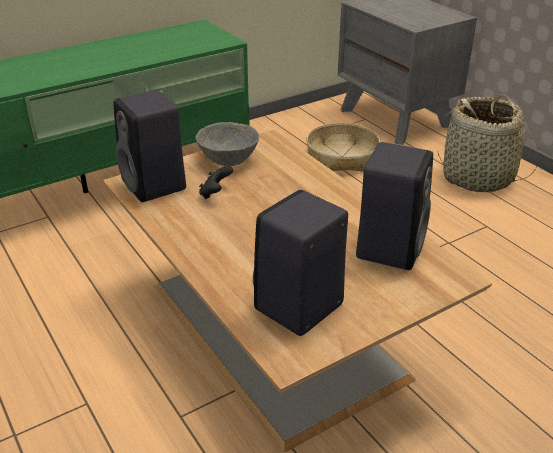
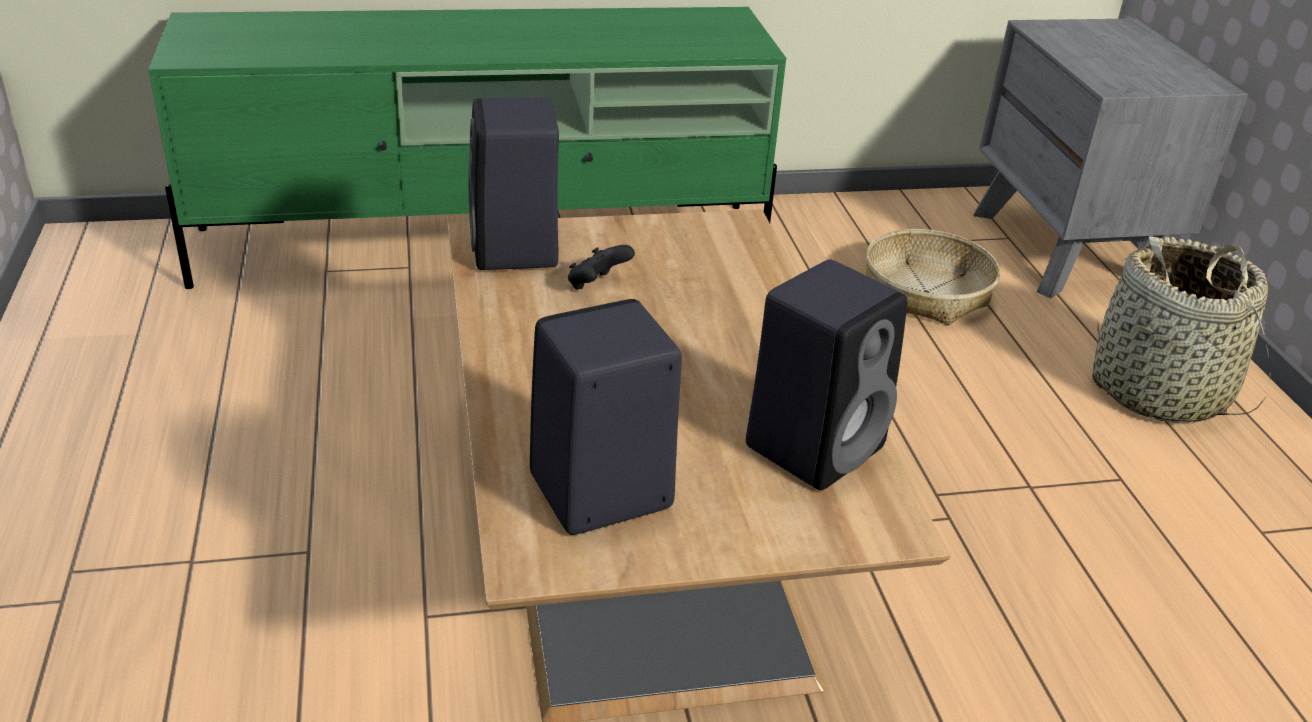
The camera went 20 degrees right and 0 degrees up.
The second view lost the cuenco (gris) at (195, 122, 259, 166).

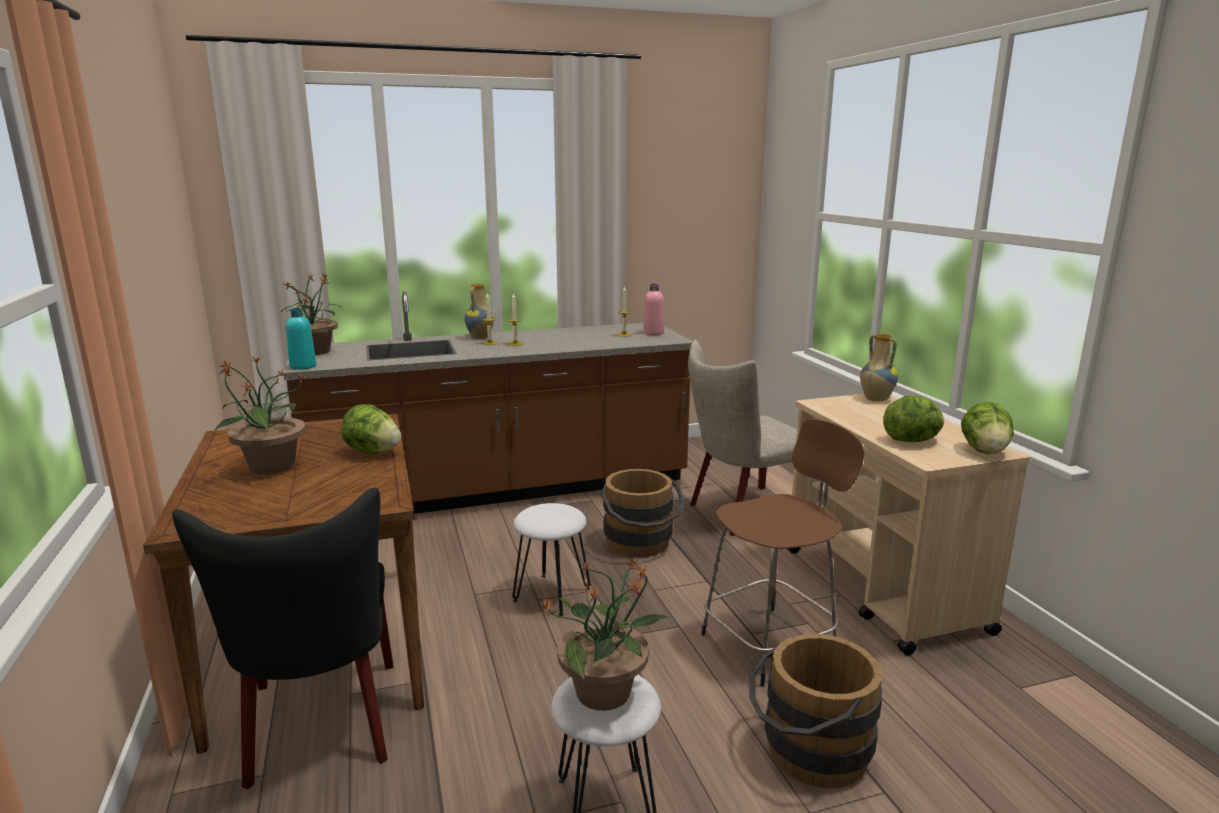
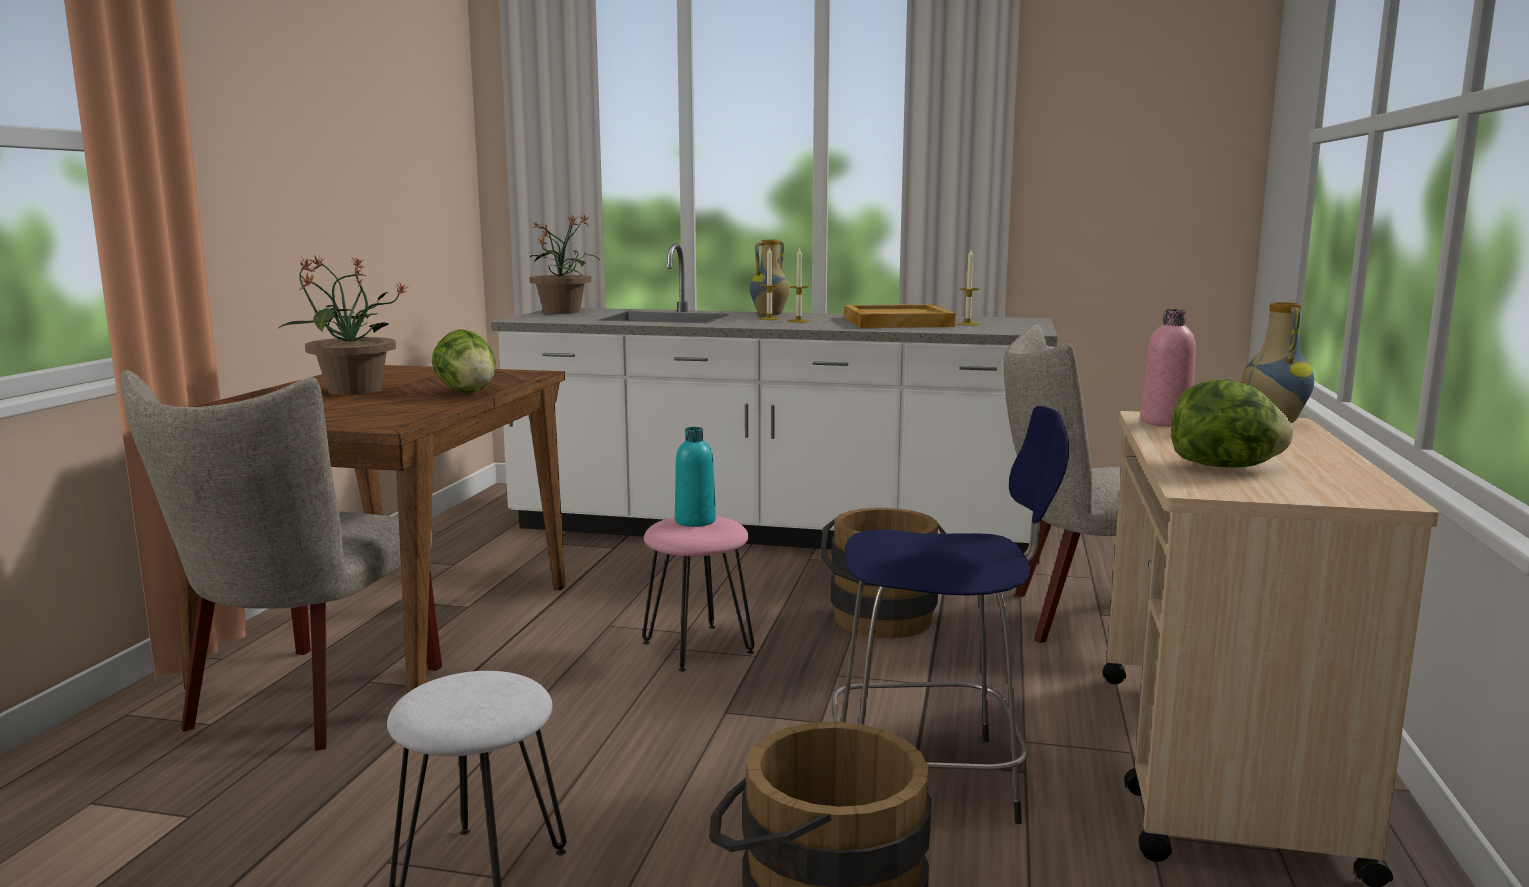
The camera went 30 degrees right and 5 degrees down.
The second view lost the planta en maceta at (539, 557, 669, 711).
The second view lost the lechuga at (961, 402, 1014, 454).
The second view gained the bandeja (beis) at (844, 304, 956, 328).
The botella (turquesa) ended up elsewhere, having gone from (286, 308, 316, 370) to (675, 427, 716, 527).
The botella (rosa) ended up elsewhere, having gone from (643, 284, 664, 335) to (1140, 309, 1196, 427).
What was the silla (negro) at (172, 487, 393, 790) turned into the silla (beis) at (121, 370, 442, 751).
What was the mueble bajo de cocina (marrón) at (283, 291, 692, 514) turned into the mueble bajo de cocina (blanco) at (491, 243, 1057, 564).
What was the taburete (blanco) at (512, 503, 590, 616) turned into the taburete (rosa) at (642, 516, 754, 672).
What was the taburete (marrón) at (701, 419, 864, 687) turned into the taburete (azul) at (832, 406, 1069, 824).

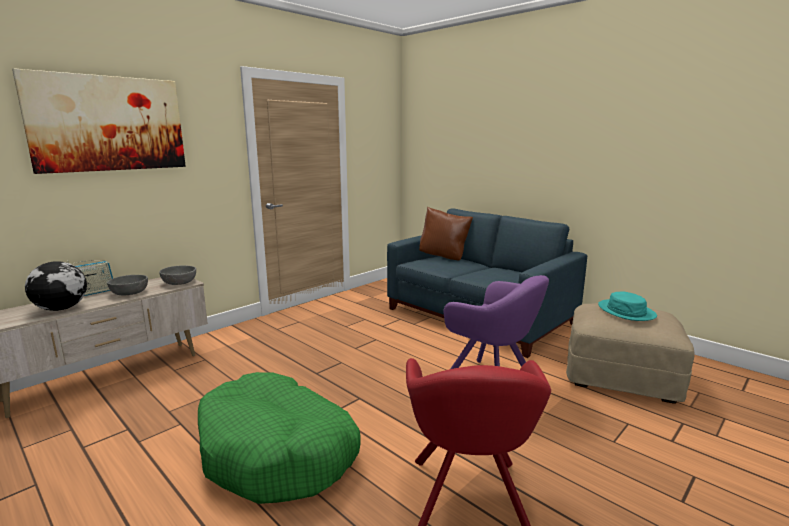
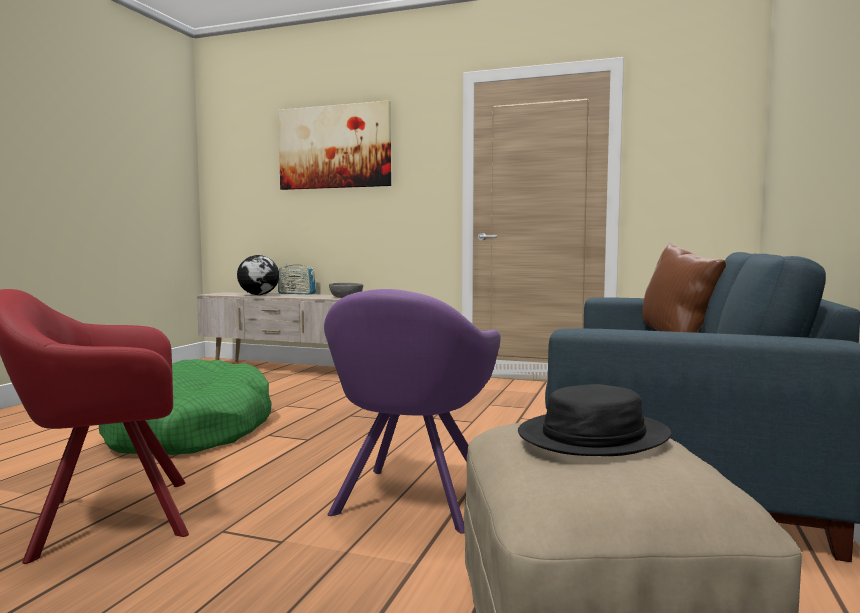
The camera went 65 degrees right and 10 degrees down.
The second view lost the cuenco (gris) at (107, 275, 148, 295).
What was the sombrero (turquesa) at (598, 291, 657, 321) turned into the sombrero (negro) at (518, 384, 671, 456).

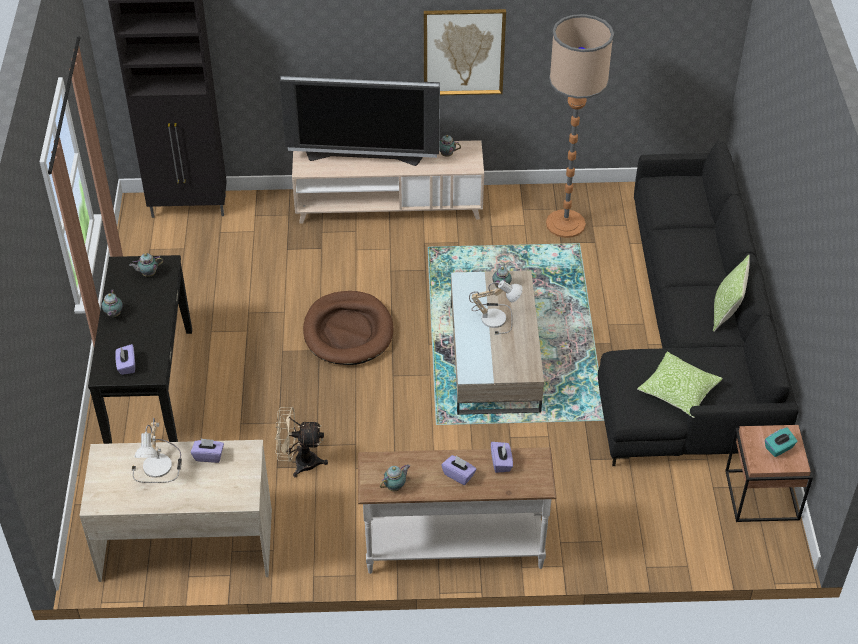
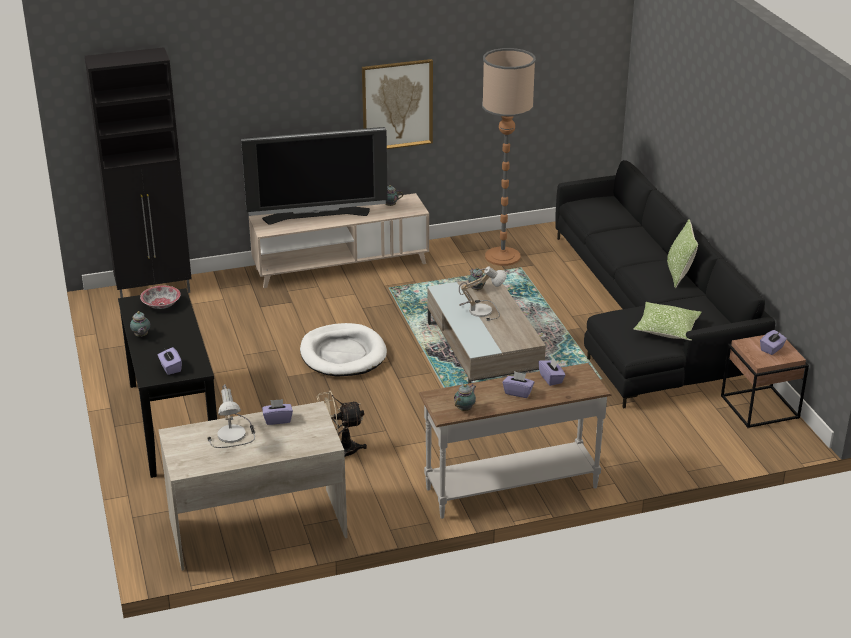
The camera went 15 degrees left and 15 degrees down.
Where the tetera stood at (129, 253, 163, 277), the cuenco came to stand at (140, 286, 181, 309).
What was the cama para perro (marrón) at (303, 291, 394, 365) turned into the cama para perro (blanco) at (300, 323, 387, 377).
What was the caja de pañuelos (turquesa) at (765, 427, 798, 457) turned into the caja de pañuelos (morado) at (760, 330, 787, 355).

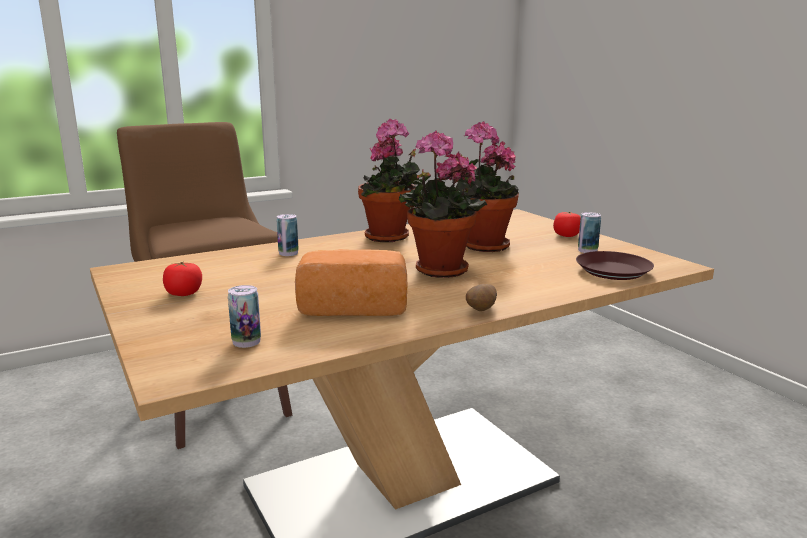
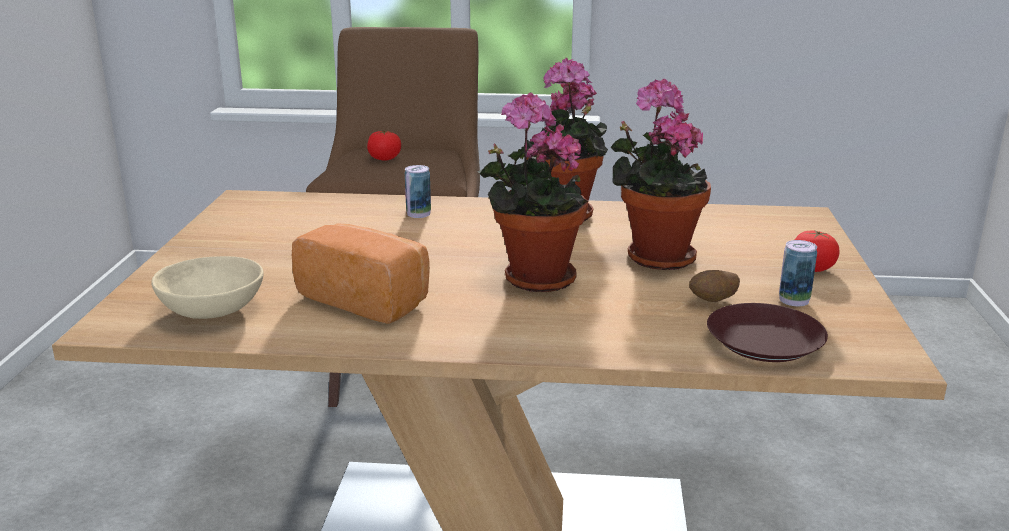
The camera went 35 degrees right and 5 degrees up.
The tomate ended up elsewhere, having gone from (163, 262, 202, 296) to (367, 130, 401, 161).
The patata ended up elsewhere, having gone from (466, 284, 497, 311) to (689, 270, 740, 302).
Where the lata stood at (228, 285, 261, 348), the cuenco (beis) came to stand at (151, 256, 264, 319).

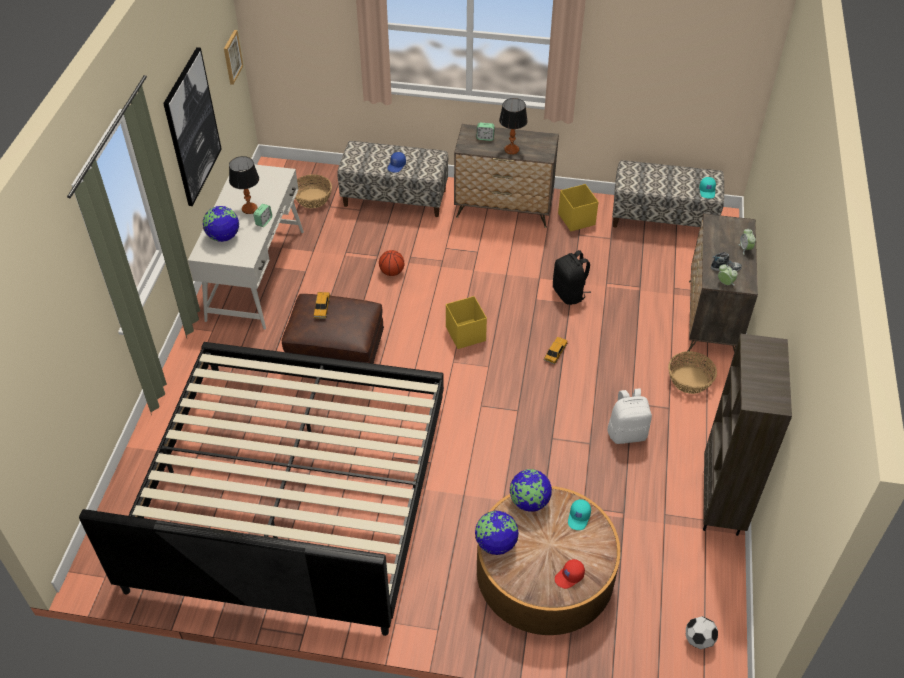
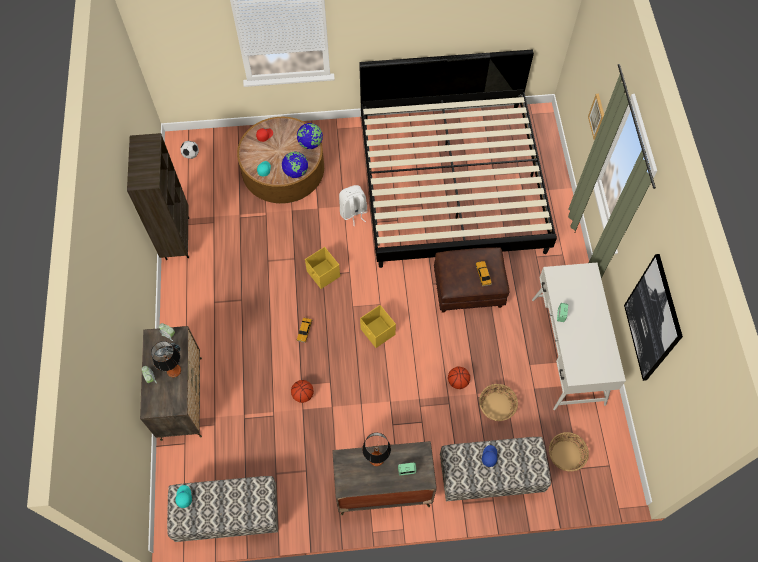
The camera went 165 degrees right and 15 degrees up.
The second view lost the globo terráqueo at (203, 206, 239, 242).
The cuadro ended up elsewhere, having gone from (224, 30, 243, 85) to (588, 94, 604, 140).
The lámpara de mesa ended up elsewhere, having gone from (229, 156, 259, 214) to (151, 341, 181, 377).
The caja de almacenaje (amarillo) ended up elsewhere, having gone from (558, 184, 599, 231) to (305, 247, 340, 289).
The mochila (blanco) ended up elsewhere, having gone from (607, 388, 652, 444) to (339, 185, 368, 226).
The cesta ended up elsewhere, having gone from (668, 351, 717, 394) to (479, 384, 518, 421).
Where the mochila (negro) stood at (553, 250, 591, 305), the balón de baloncesto came to stand at (291, 380, 314, 403).

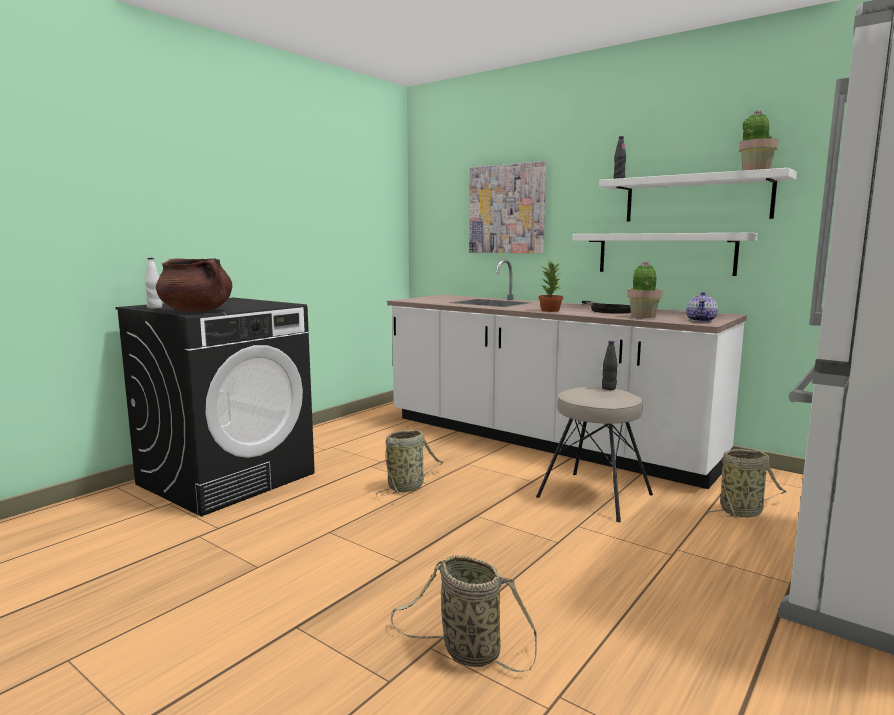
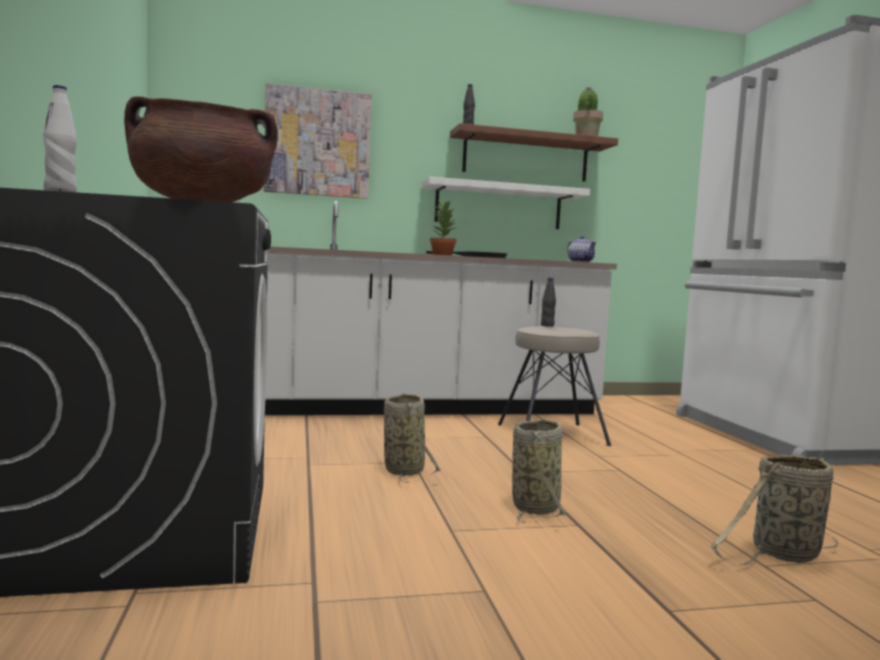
The camera went 50 degrees left and 5 degrees down.
The second view lost the planta en maceta at (627, 261, 662, 318).
The cesta ended up elsewhere, having gone from (707, 449, 786, 518) to (512, 419, 566, 523).
What was the estante (blanco) at (599, 168, 797, 222) turned into the estante (marrón) at (450, 123, 618, 182).

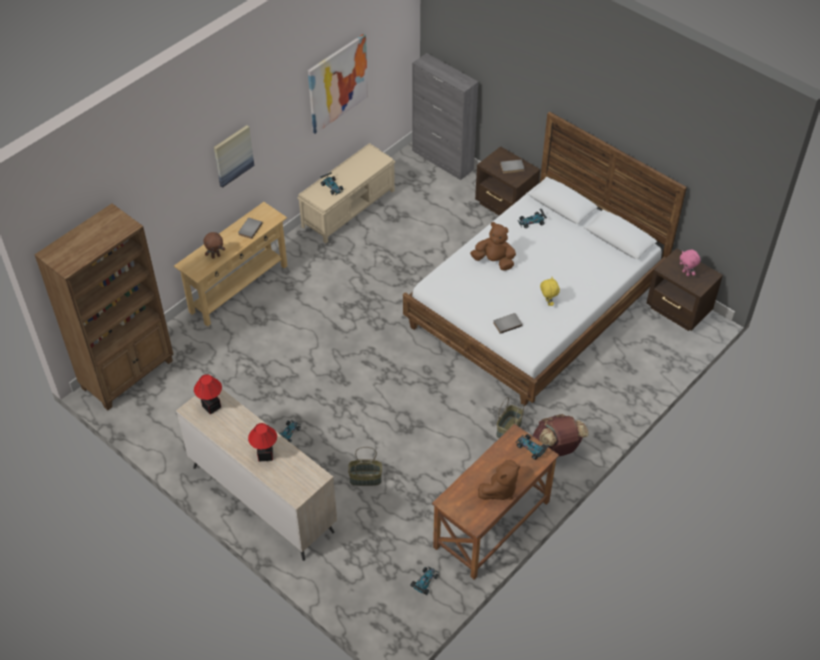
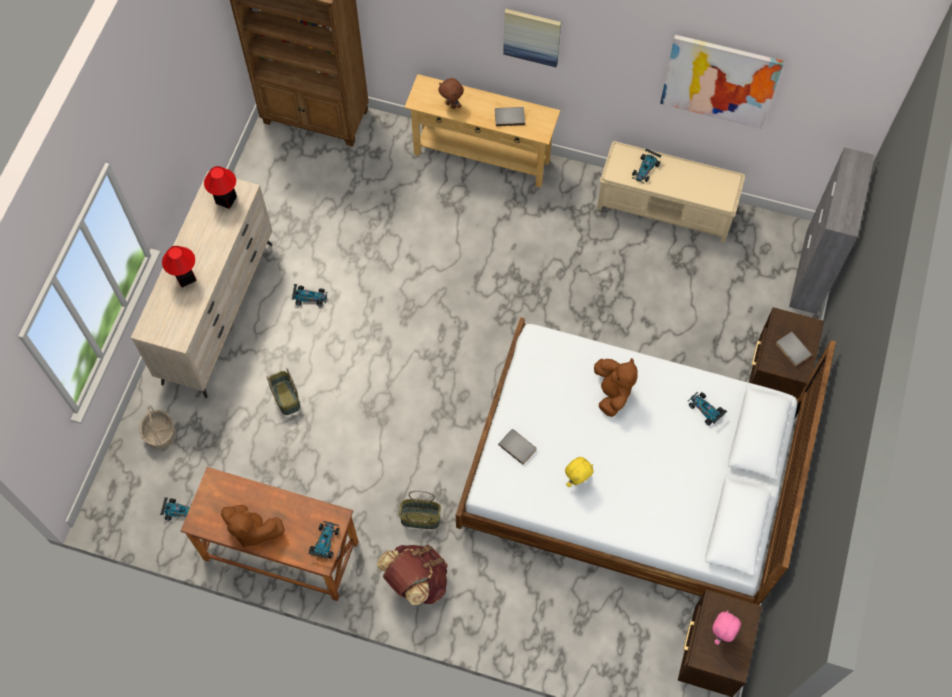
The camera went 65 degrees right and 15 degrees up.
The second view gained the cesta at (140, 406, 175, 450).

